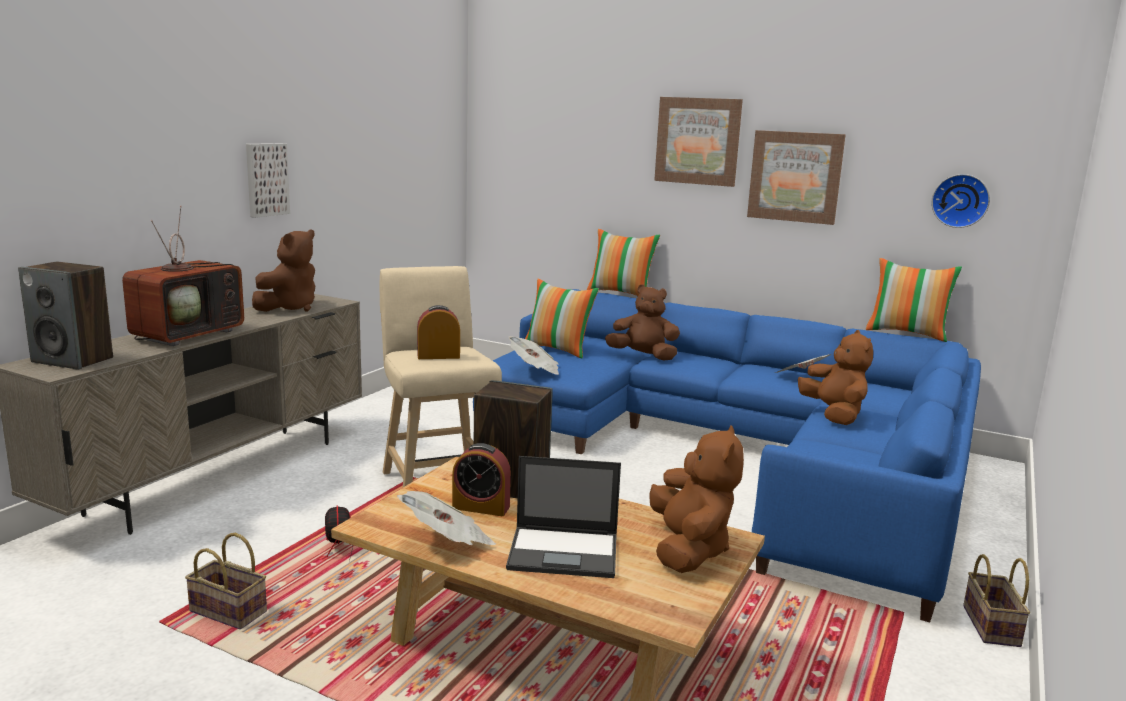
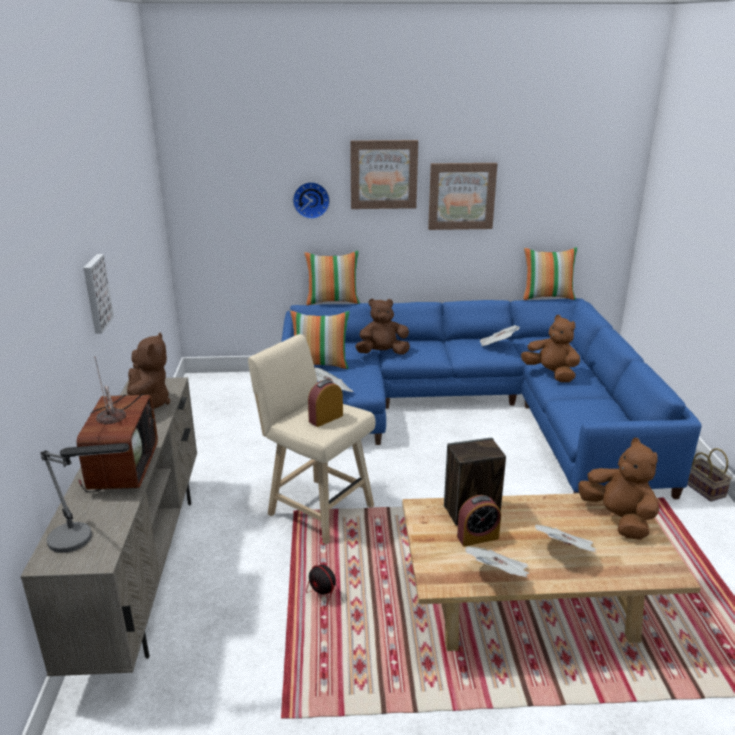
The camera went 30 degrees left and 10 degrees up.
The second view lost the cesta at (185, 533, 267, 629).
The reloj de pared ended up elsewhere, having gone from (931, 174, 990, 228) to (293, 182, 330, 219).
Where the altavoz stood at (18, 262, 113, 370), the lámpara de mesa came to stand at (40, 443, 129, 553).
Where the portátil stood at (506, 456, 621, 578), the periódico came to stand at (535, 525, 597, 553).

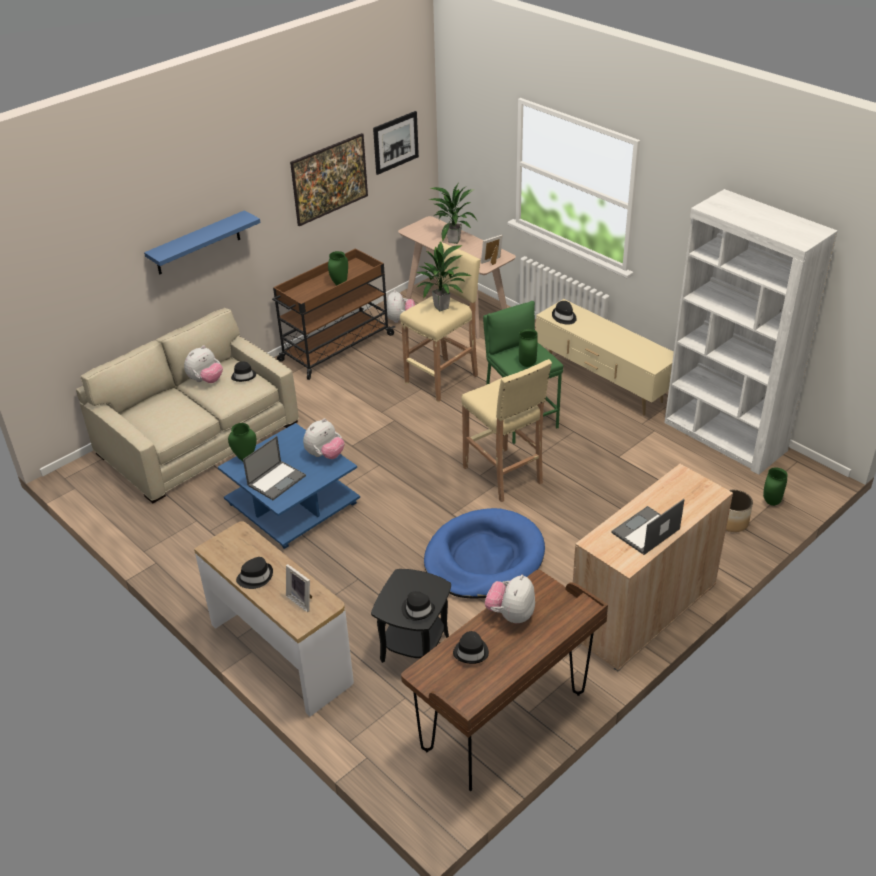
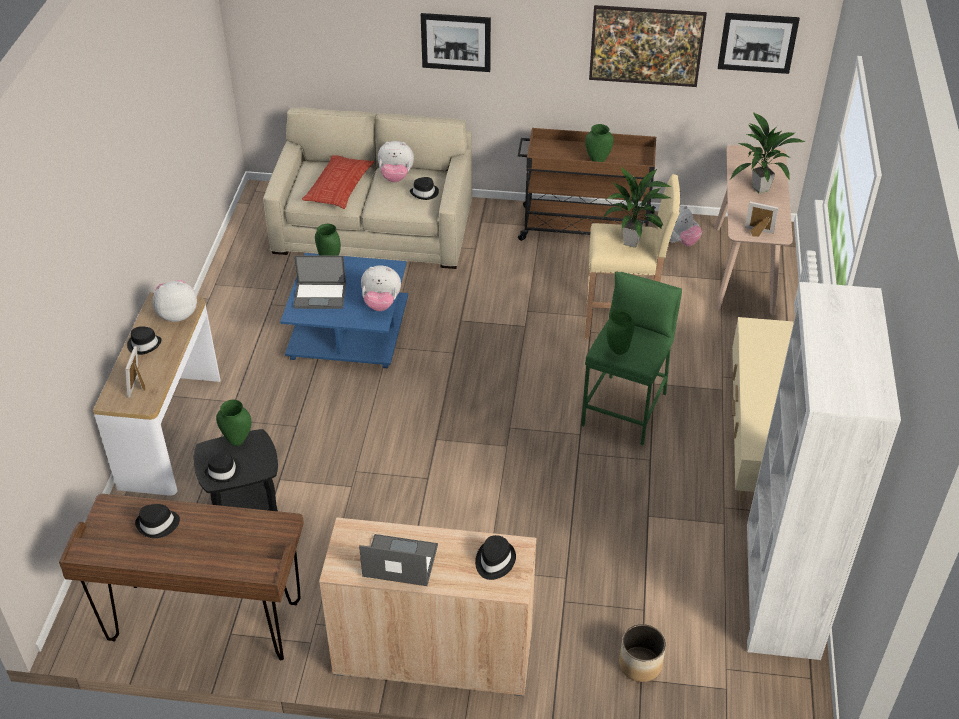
The camera went 50 degrees right and 5 degrees up.
The second view lost the cama para perro (azul) at (424, 508, 545, 599).
The second view lost the taburete (beis) at (461, 359, 552, 502).
The second view gained the cojín at (302, 155, 374, 209).
The peluche ended up elsewhere, having gone from (485, 575, 535, 623) to (152, 280, 197, 322).
The sombrero (negro) ended up elsewhere, having gone from (552, 301, 577, 325) to (475, 535, 516, 580).
The florero (verde) ended up elsewhere, having gone from (763, 467, 788, 506) to (216, 400, 252, 446).
Where the estante (azul) hung at (144, 210, 260, 275), the cuadro came to hang at (421, 13, 491, 72).

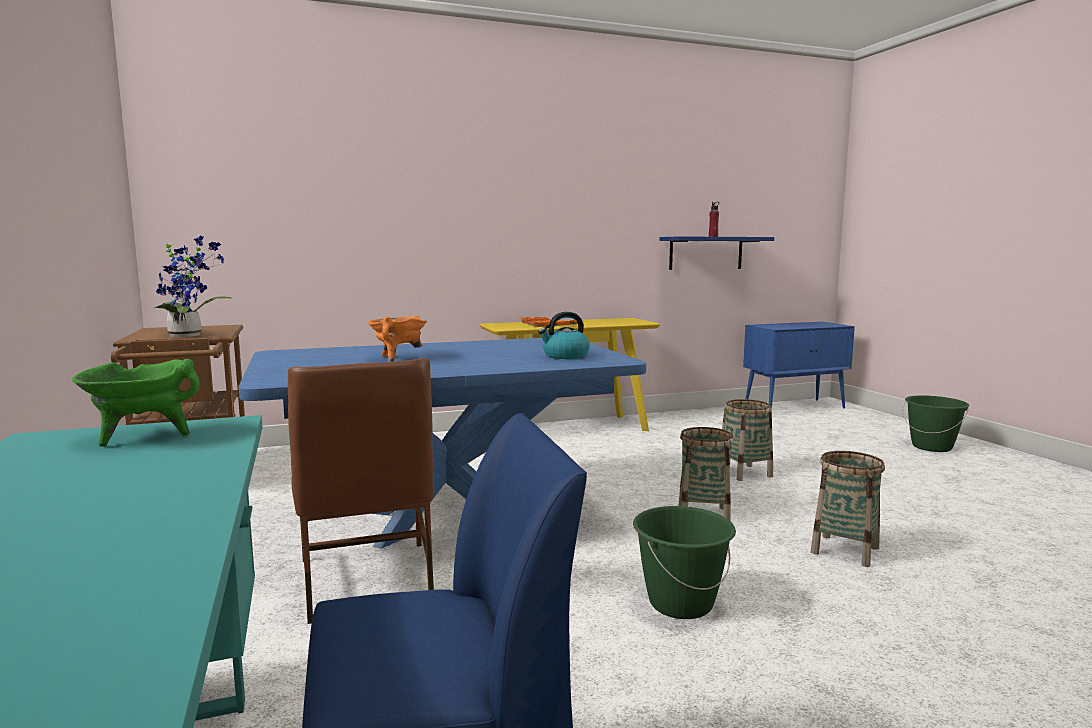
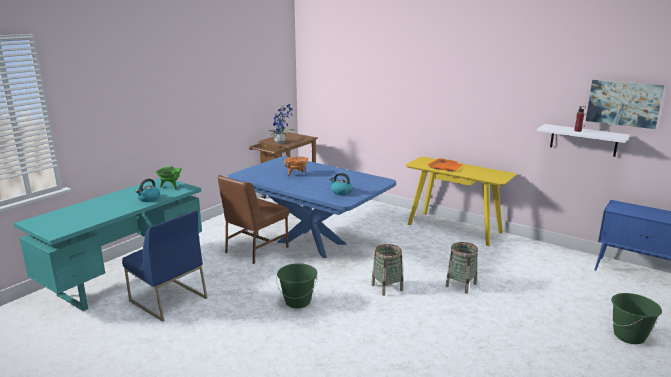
The camera went 55 degrees right and 10 degrees up.
The second view lost the cesta at (811, 451, 885, 567).
The second view gained the hervidor at (136, 179, 160, 202).
The second view gained the cuadro at (586, 80, 665, 129).
What was the estante (azul) at (659, 236, 774, 270) turned into the estante (blanco) at (537, 124, 630, 157).

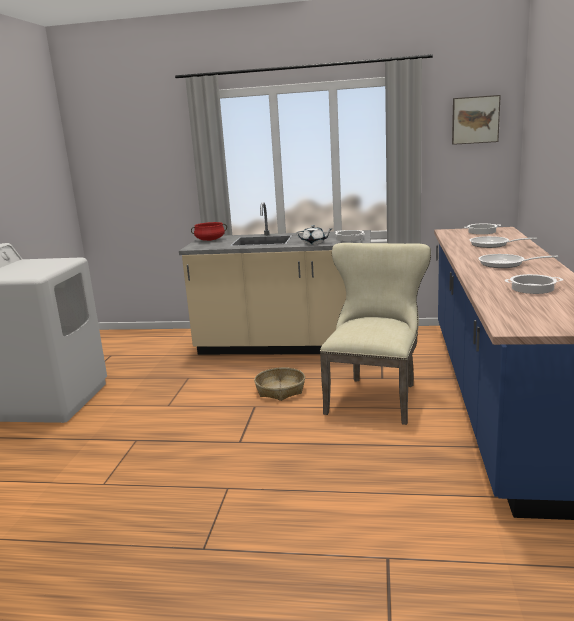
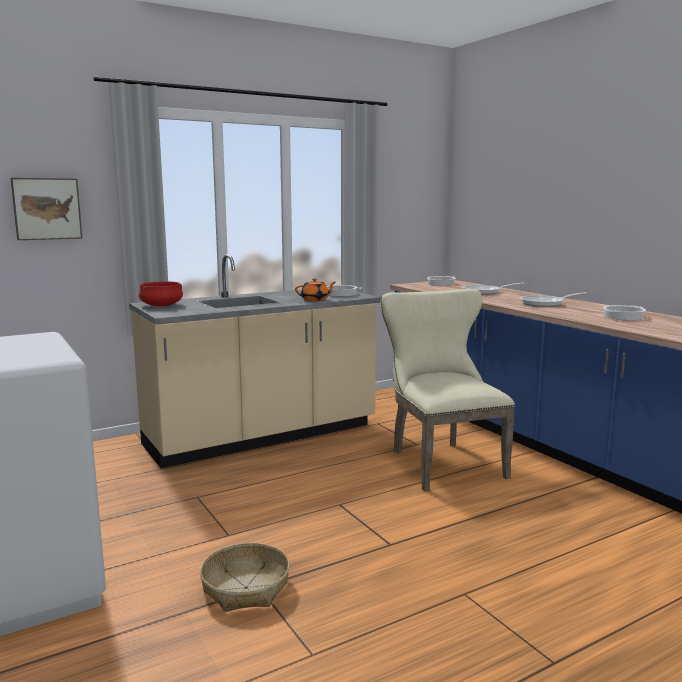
The camera went 40 degrees left and 5 degrees down.
The cesta ended up elsewhere, having gone from (254, 367, 305, 401) to (200, 543, 290, 612).
The cuadro ended up elsewhere, having gone from (452, 95, 501, 145) to (11, 178, 82, 240).
What was the tetera (blanco) at (296, 225, 331, 244) turned into the tetera (naranja) at (295, 278, 336, 301).

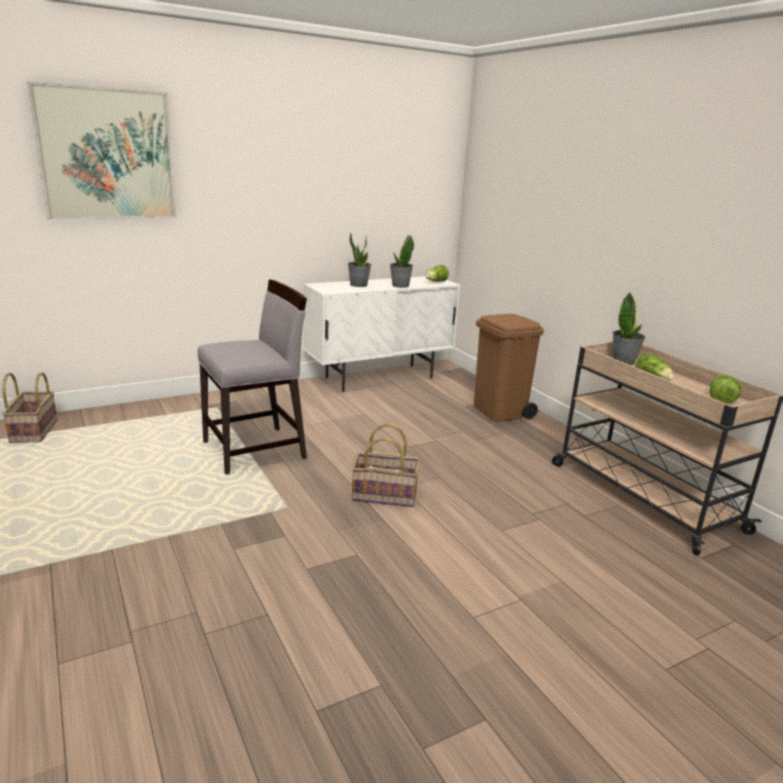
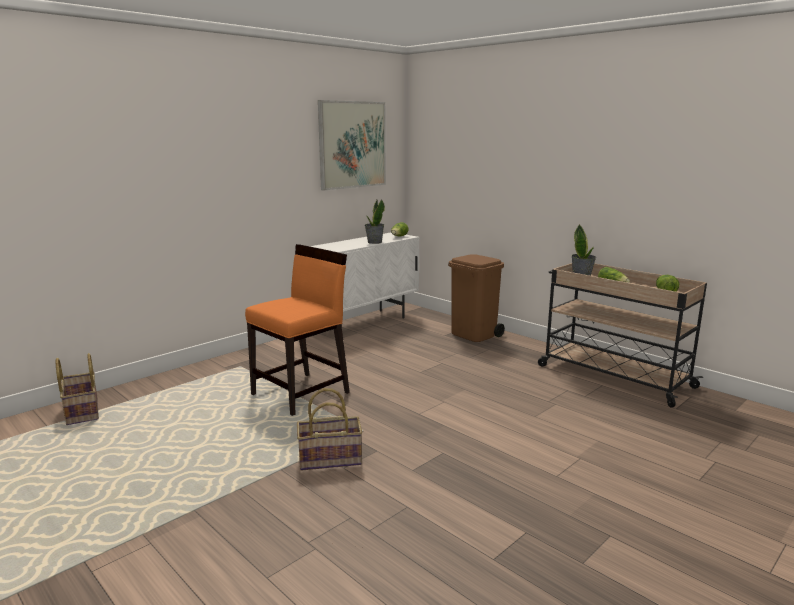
The camera went 15 degrees left and 5 degrees down.
The second view lost the planta en maceta at (348, 232, 371, 287).
The cuadro ended up elsewhere, having gone from (27, 81, 176, 219) to (318, 100, 386, 190).
The cesta ended up elsewhere, having gone from (352, 423, 420, 507) to (297, 388, 362, 470).
What was the silla (gris) at (197, 279, 307, 475) turned into the silla (naranja) at (245, 244, 350, 416).

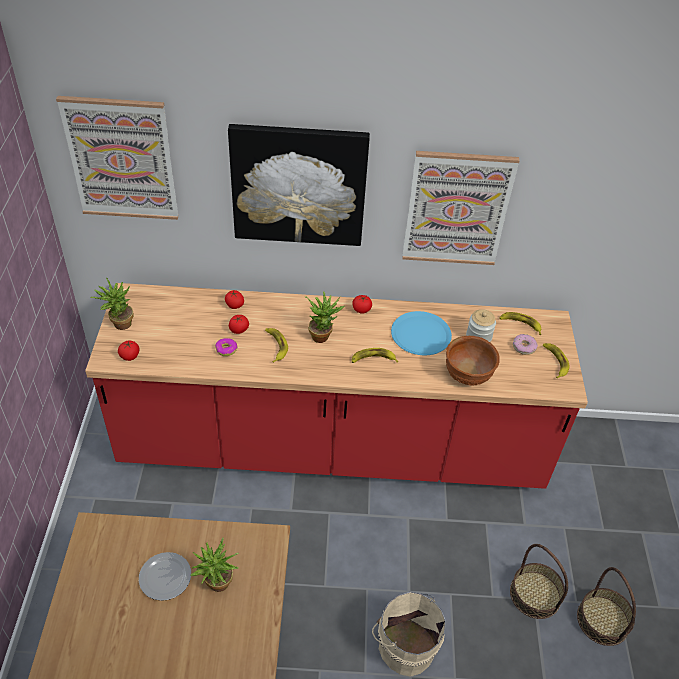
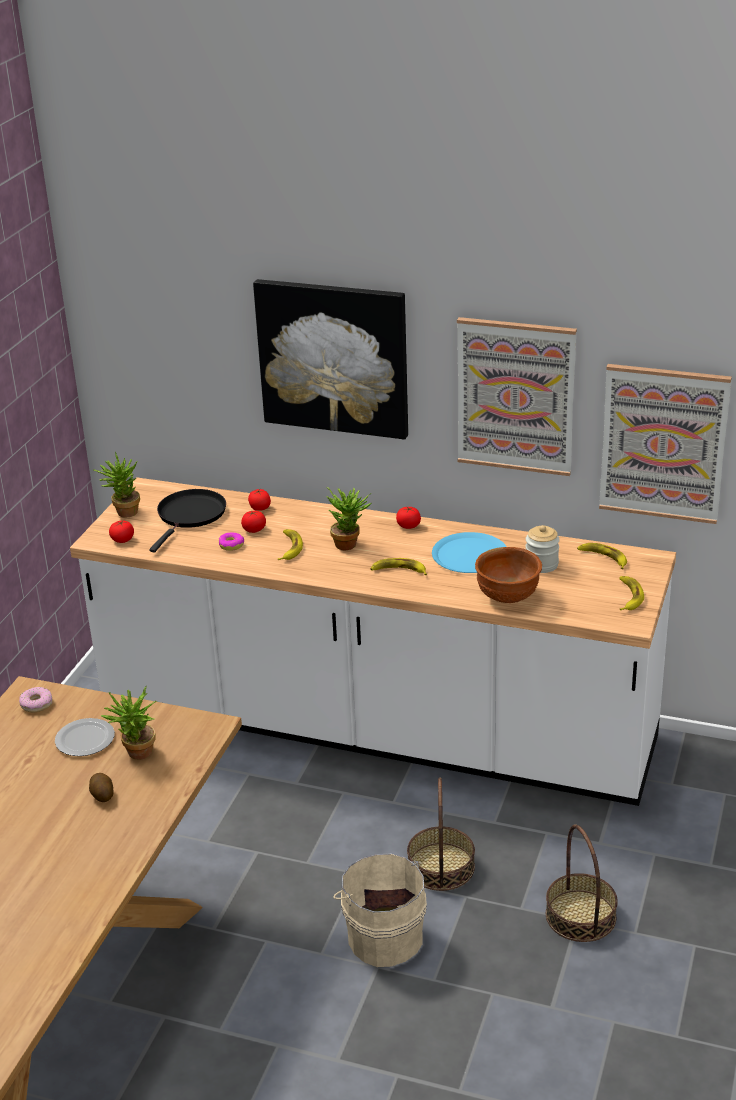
The camera went 20 degrees right and 15 degrees down.
The second view gained the patata at (89, 773, 113, 802).
The second view gained the sartén (negro) at (149, 489, 226, 553).
The cuadro ended up elsewhere, having gone from (56, 96, 179, 220) to (599, 364, 732, 524).
The rosquilla ended up elsewhere, having gone from (513, 334, 538, 355) to (19, 687, 53, 712).
The cesta ended up elsewhere, having gone from (577, 567, 636, 646) to (407, 777, 475, 891).
What was the mueble bajo de cocina (rojo) at (85, 283, 588, 489) turned into the mueble bajo de cocina (blanco) at (70, 477, 676, 806).

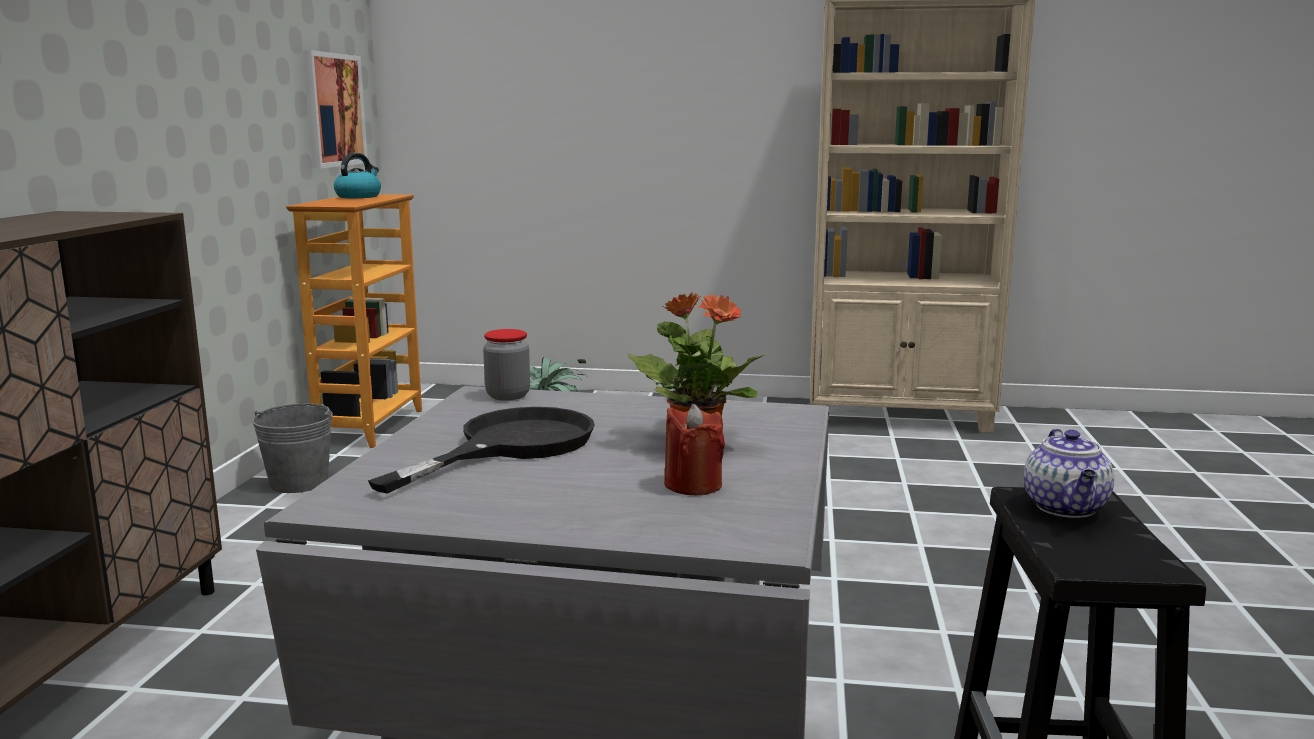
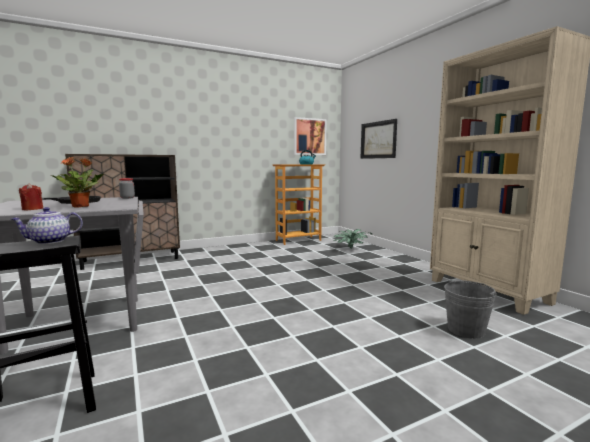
The camera went 55 degrees right and 5 degrees down.
The second view gained the cuadro at (361, 119, 397, 159).
The cubo (gris) ended up elsewhere, having gone from (252, 403, 333, 493) to (444, 280, 497, 339).

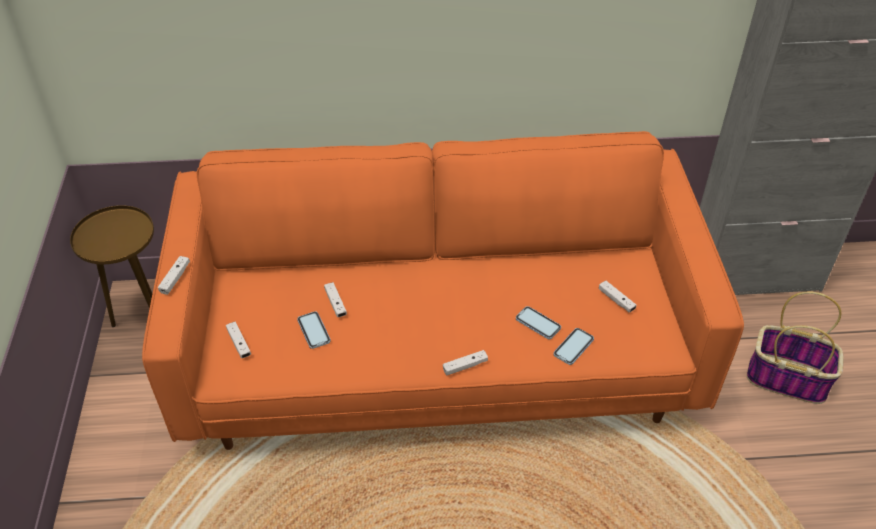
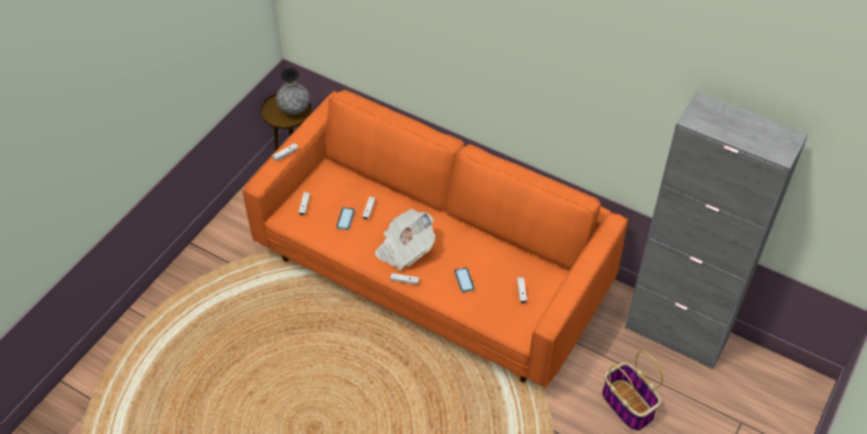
The camera went 35 degrees right and 5 degrees up.
The second view lost the móvil at (553, 328, 594, 365).
The second view gained the florero (gris) at (276, 68, 310, 115).
The second view gained the periódico at (375, 209, 435, 271).

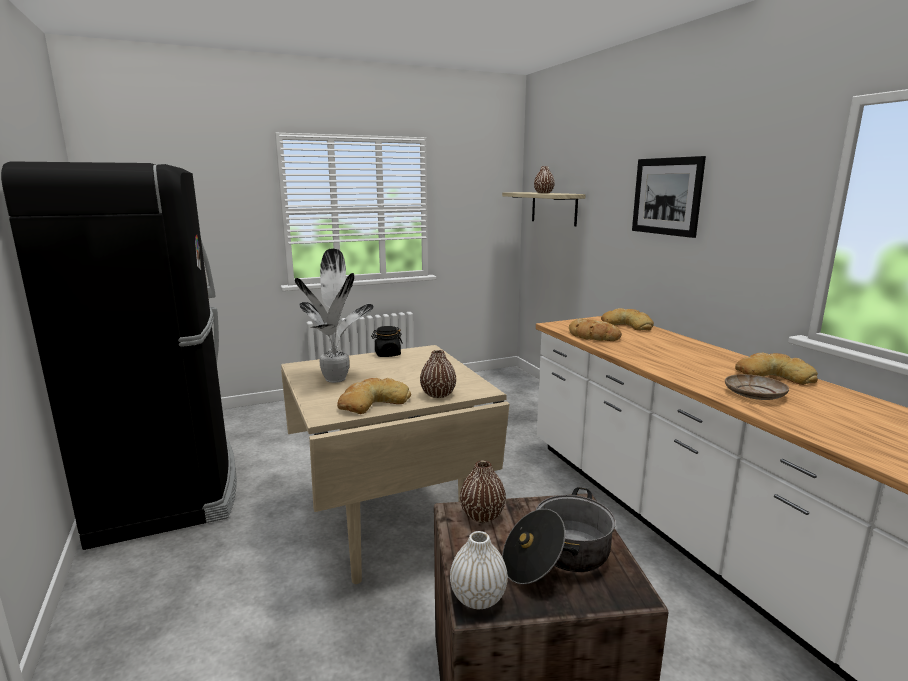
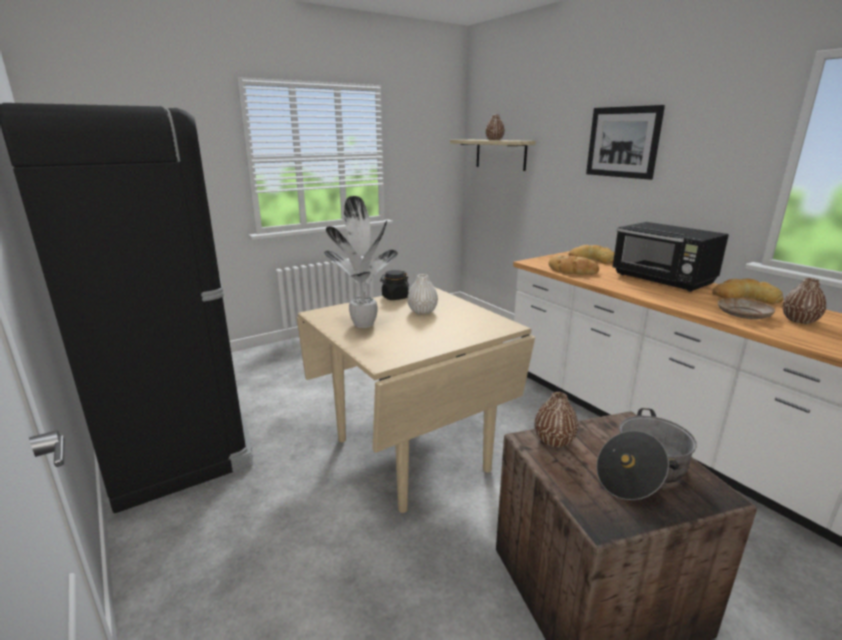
The camera went 10 degrees left and 5 degrees up.
The second view lost the pan at (337, 378, 411, 414).
The second view gained the microondas (negro) at (612, 222, 729, 292).
The florero (marrón) ended up elsewhere, having gone from (420, 350, 456, 398) to (782, 278, 826, 324).
The florero (blanco) ended up elsewhere, having gone from (450, 531, 508, 609) to (407, 274, 438, 315).

